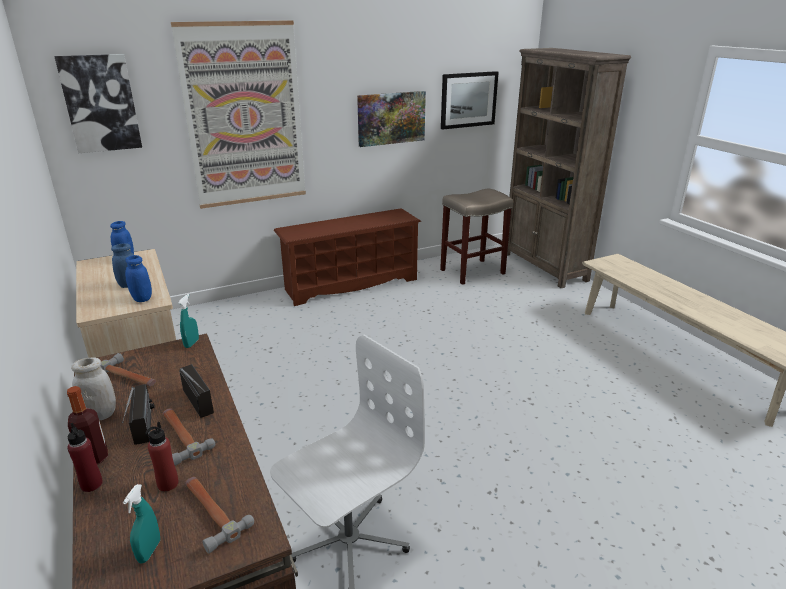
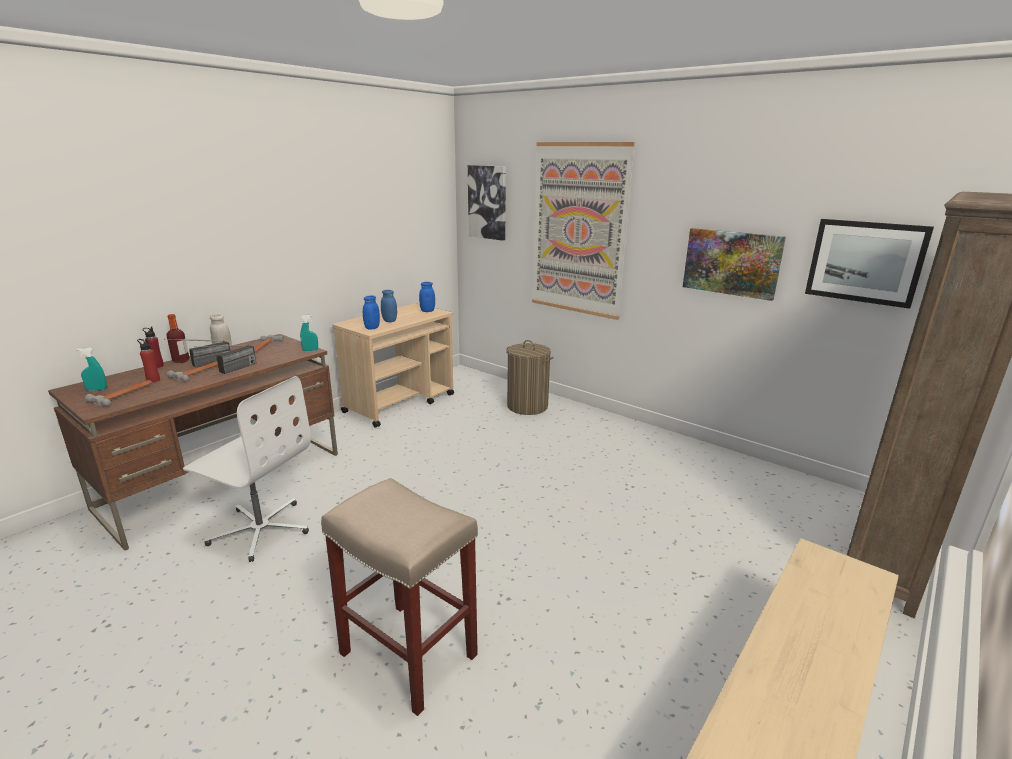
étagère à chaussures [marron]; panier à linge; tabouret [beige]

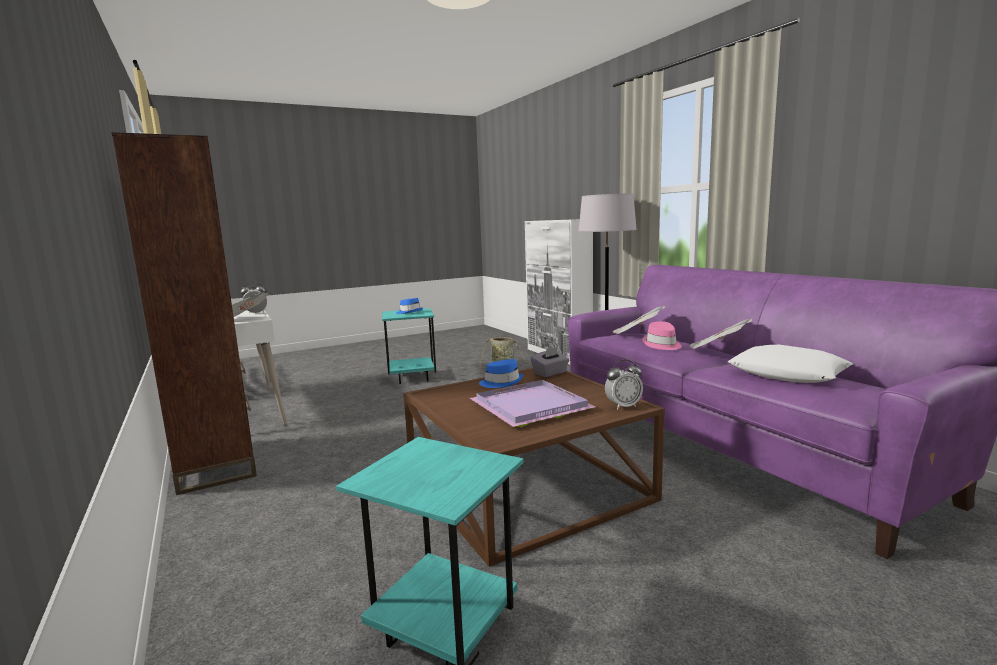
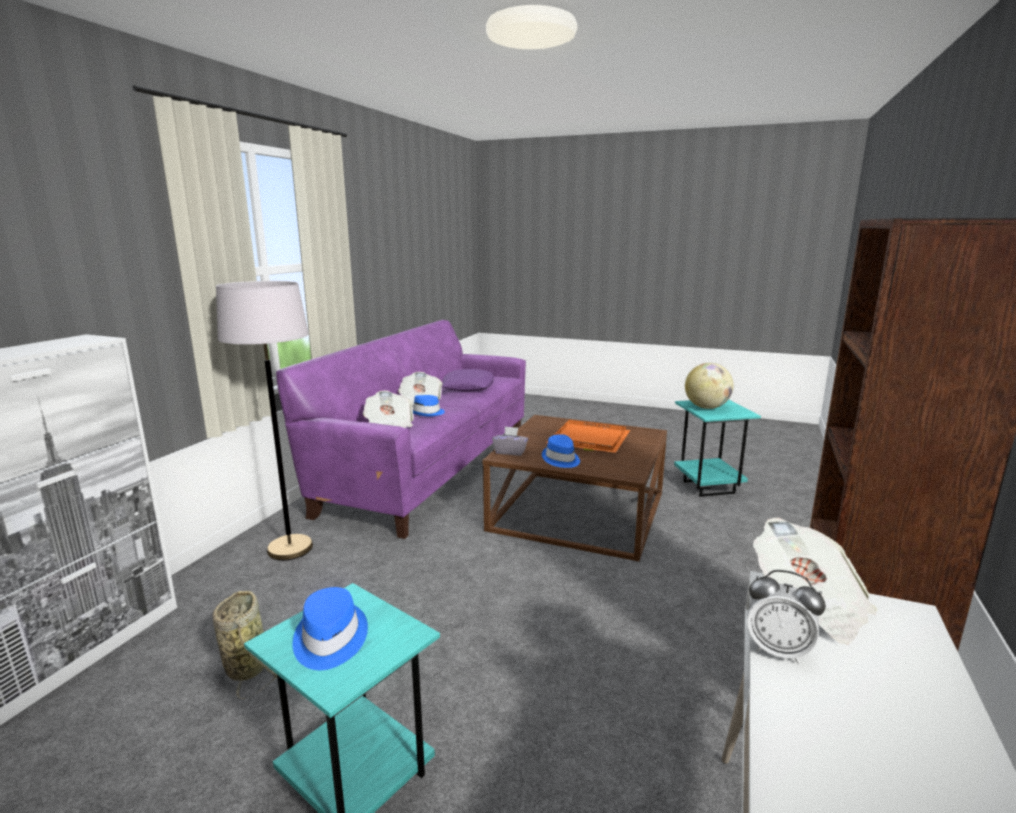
réveil (no. 2 from left in the first image); globe; plateau [orange]; chapeau [bleu] (no. 2 from left); coussin [violet]

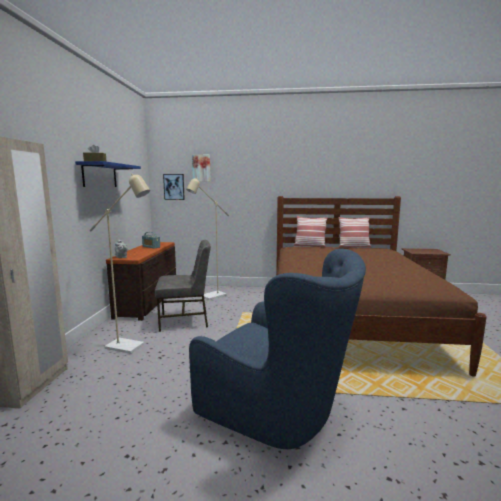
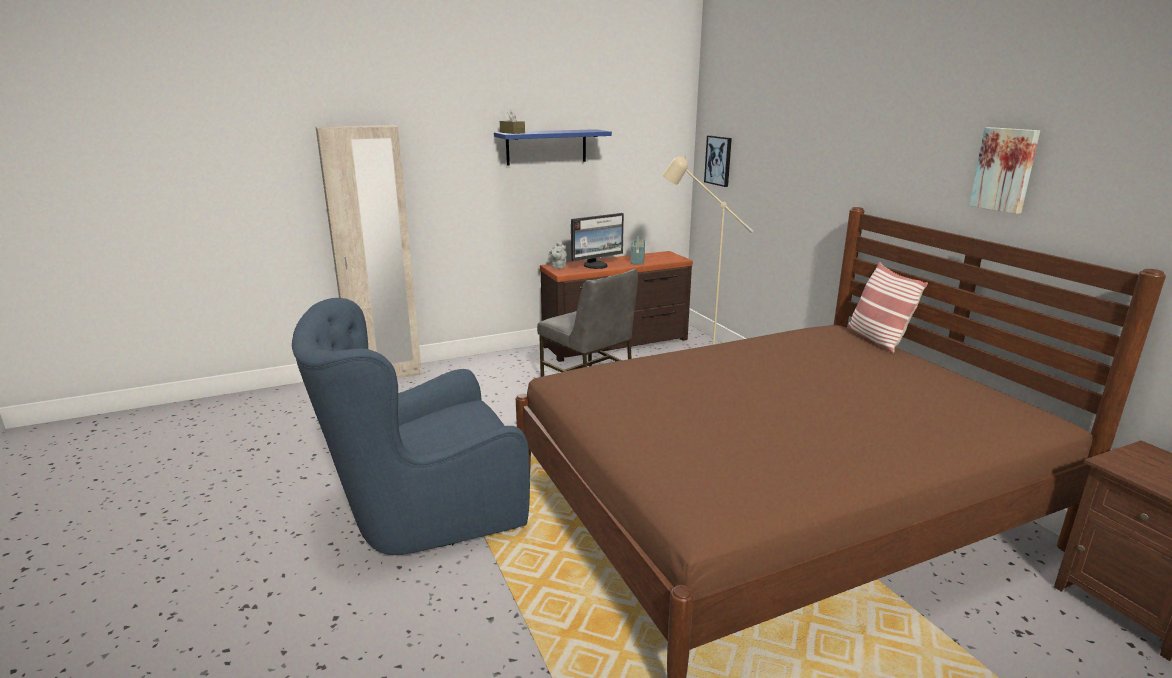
lampadaire [beige] (no. 1 from left in the first image); coussin (no. 2 from left in the first image); écran d'ordinateur; tableau (no. 2 from left); fauteuil [bleu]

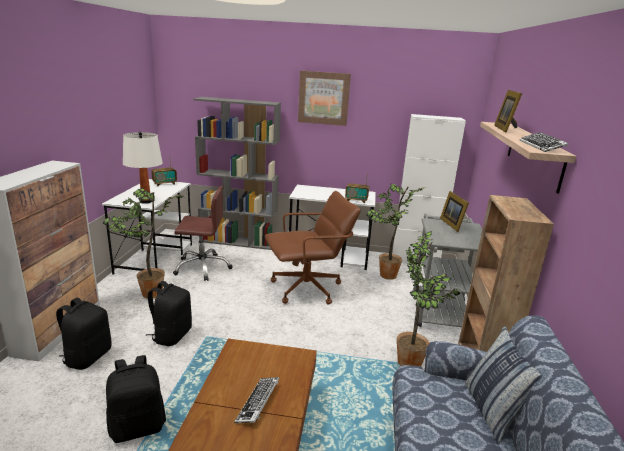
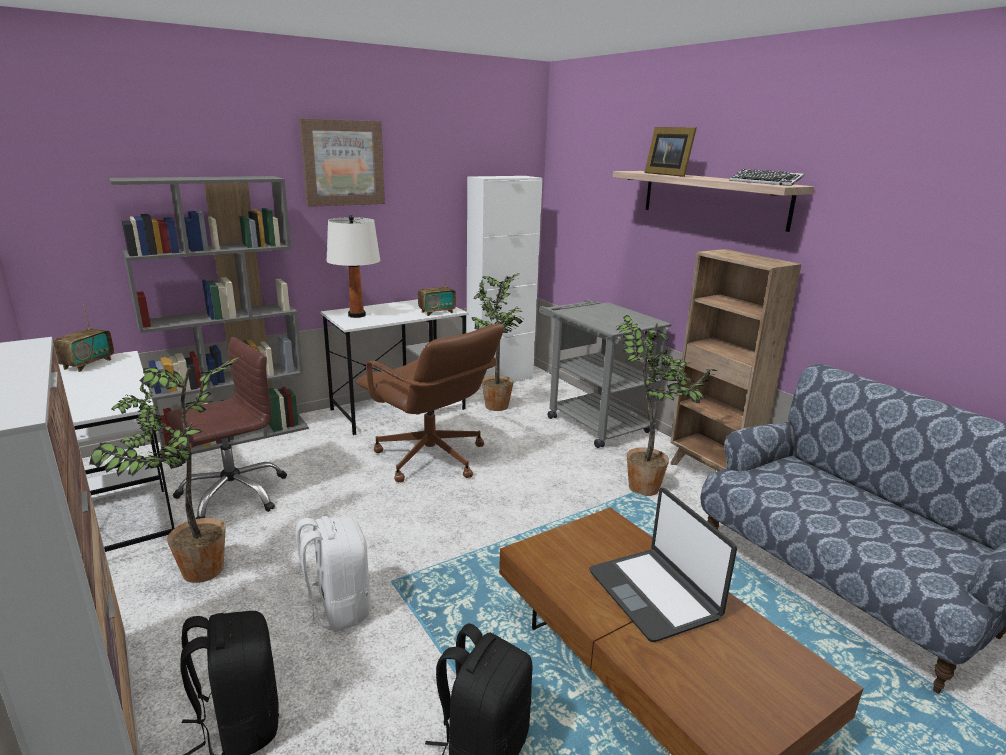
cadre photo (no. 1 from left in the first image); coussin; lampe de table [blanc]; ordinateur portable; sac à dos [blanc]; chaise de bureau [marron] (no. 2 from left)

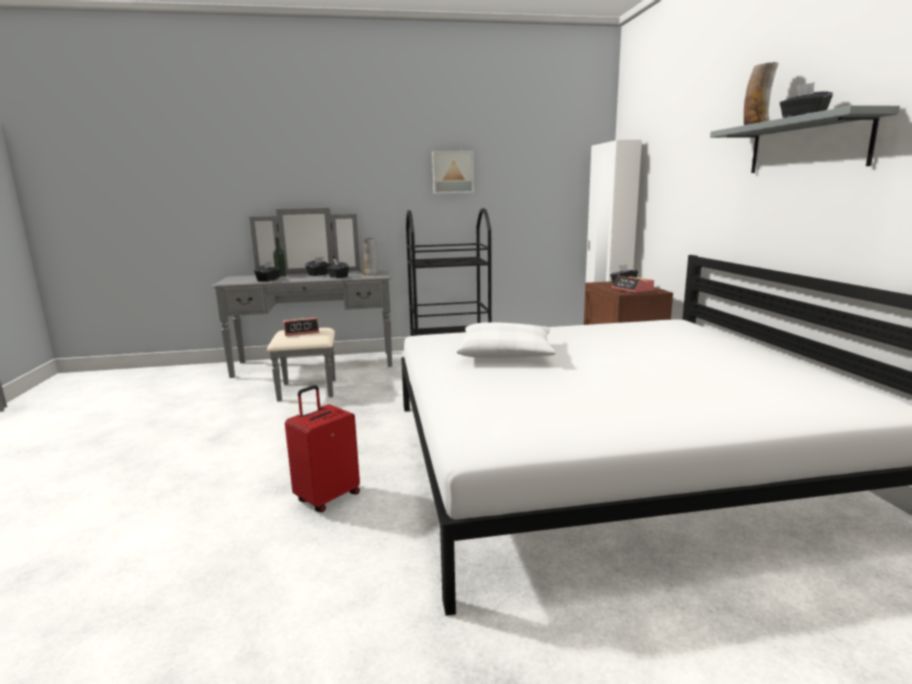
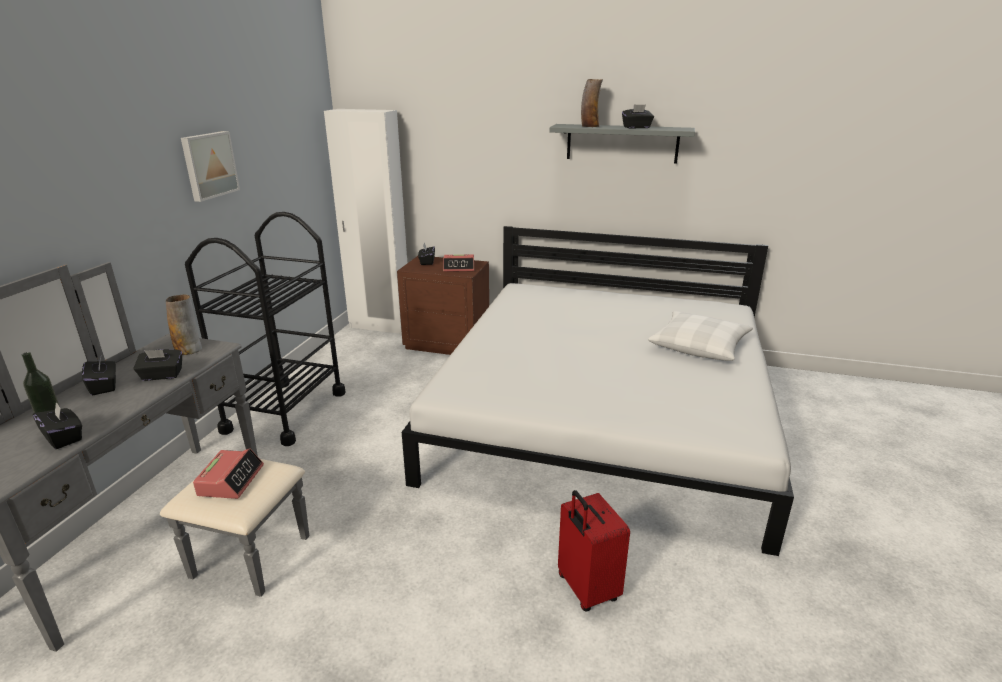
coussin [blanc]

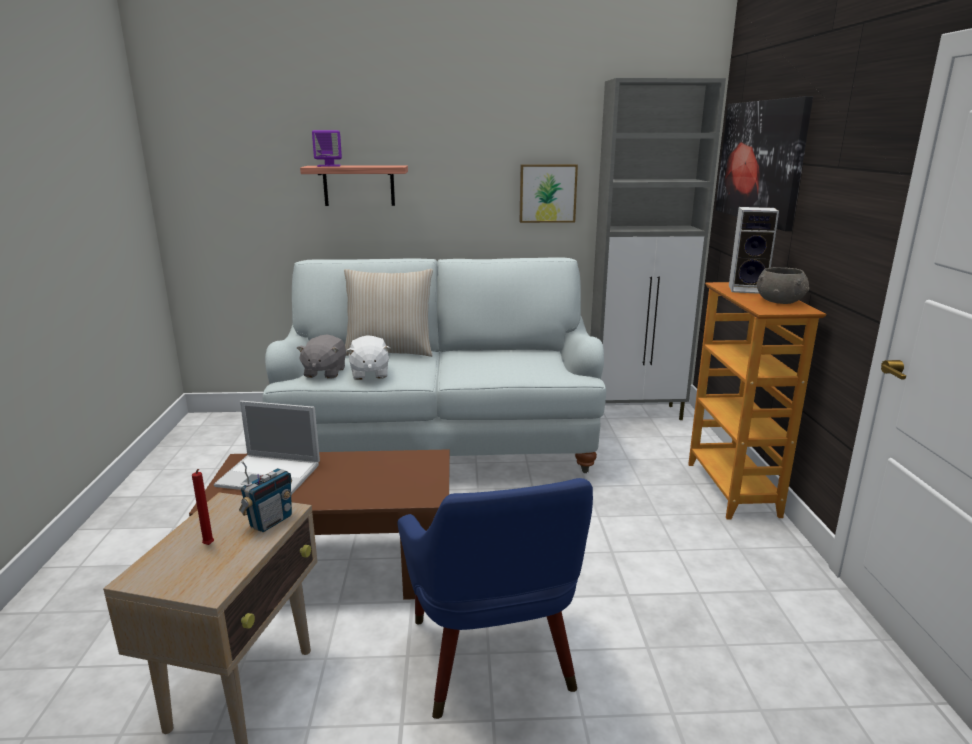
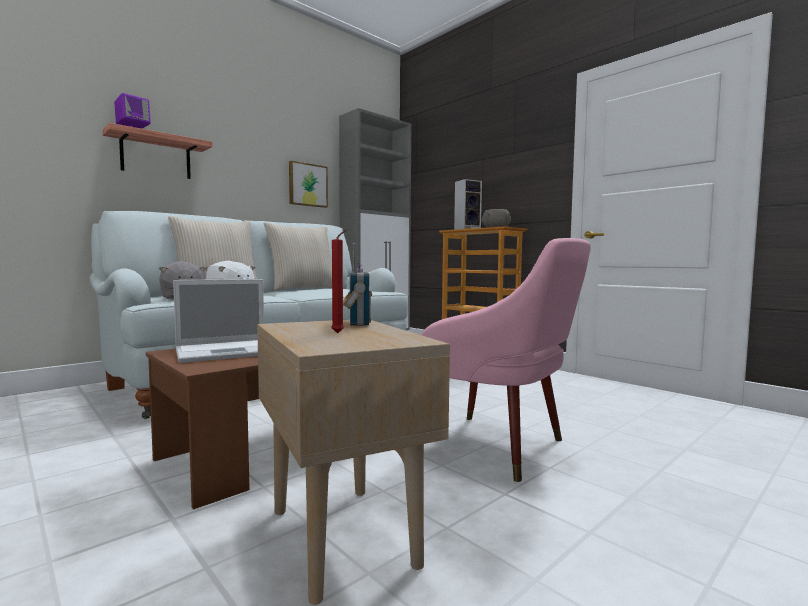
tableau (no. 2 from left in the first image); coussin [beige] (no. 2 from left); fauteuil [rose]

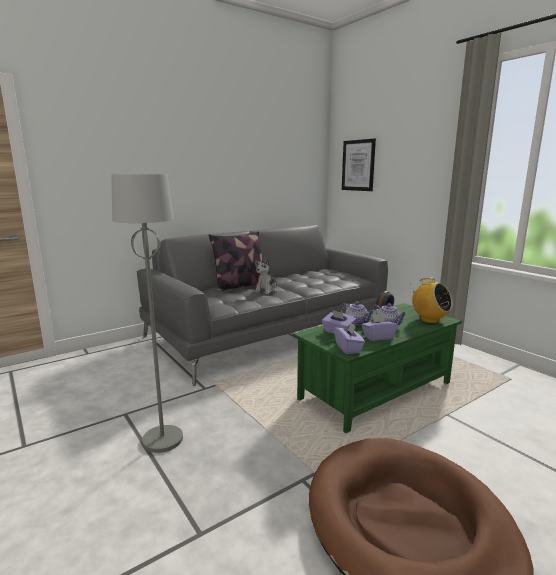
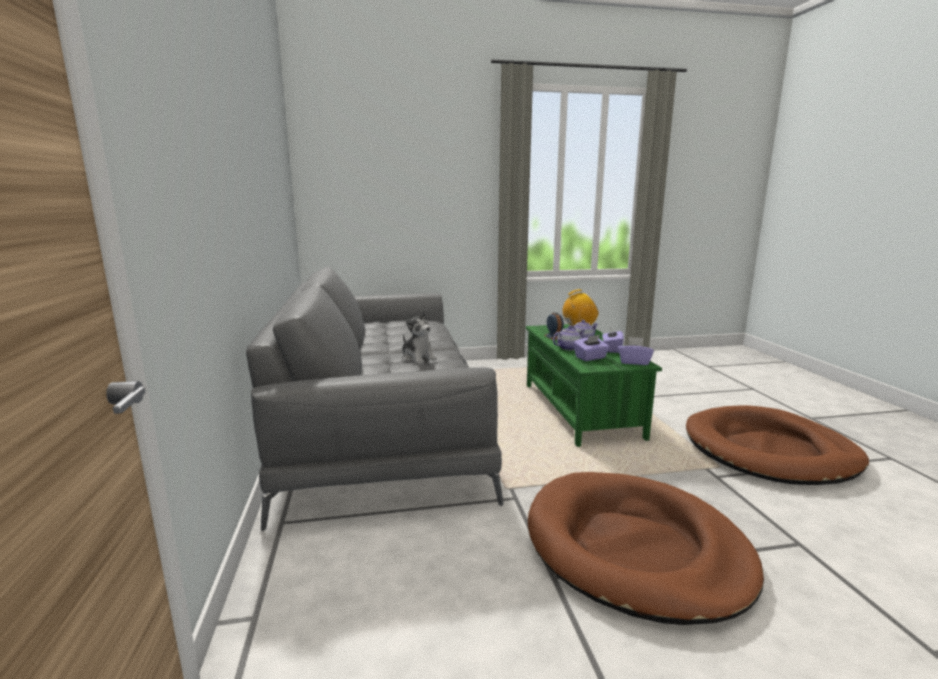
coussin; tableau; panier pour chien [marron] (no. 1 from left)

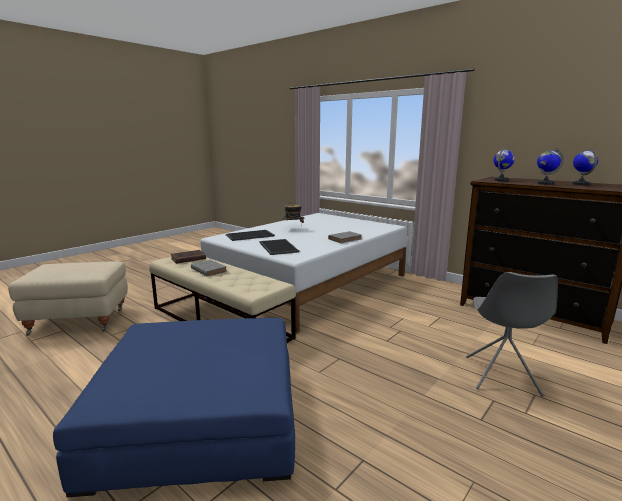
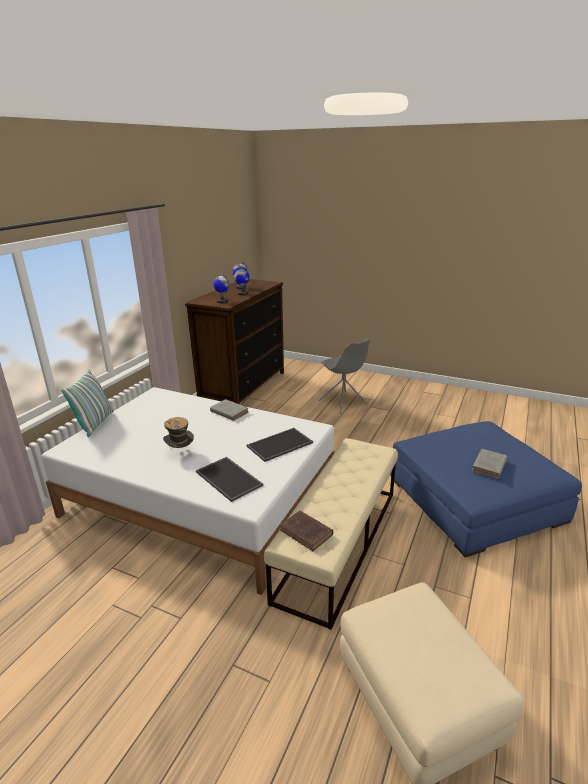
coussin; livre [gris] (no. 2 from left); chaise [gris]

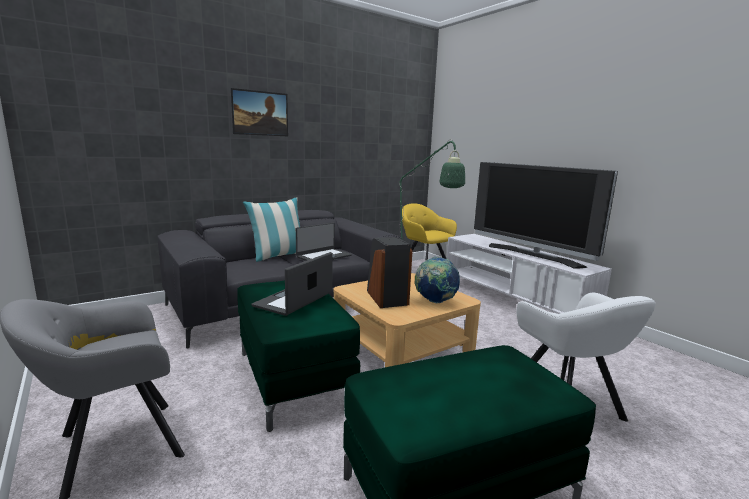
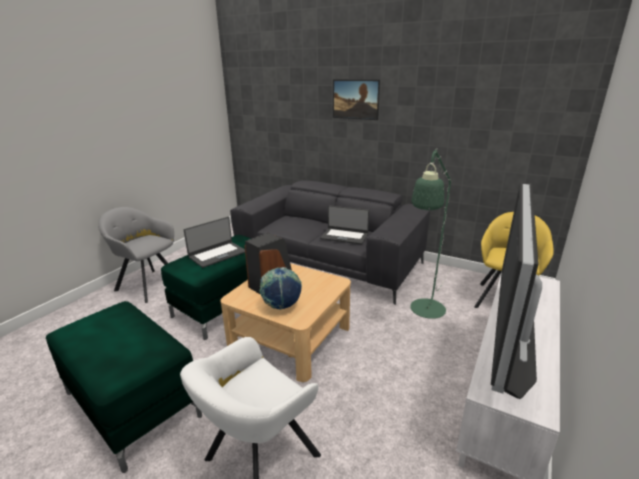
coussin; ordinateur portable (no. 1 from left)

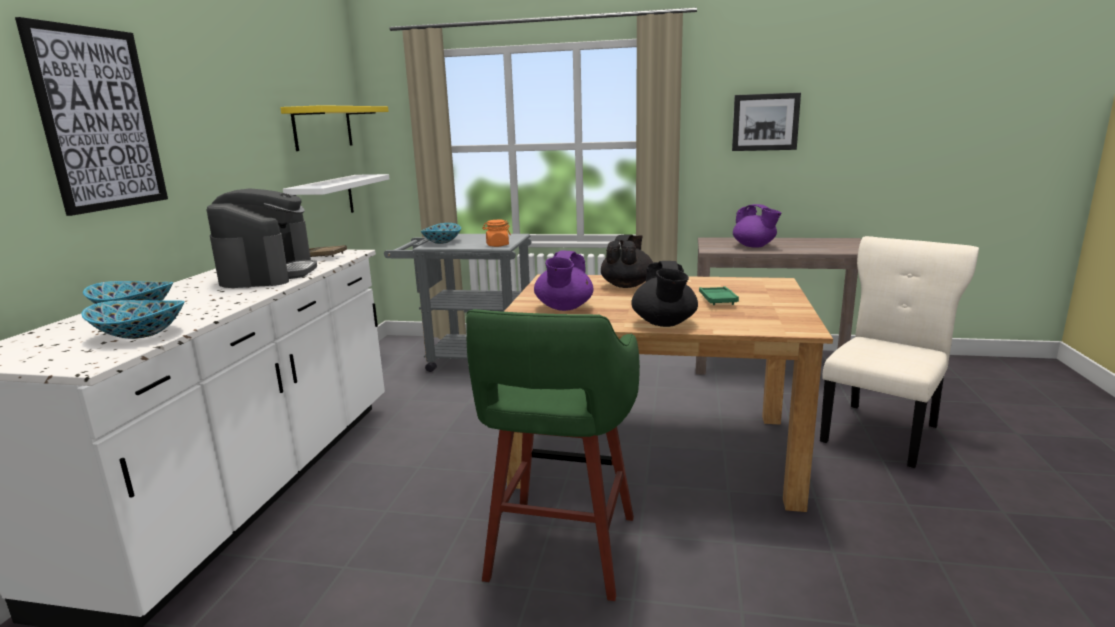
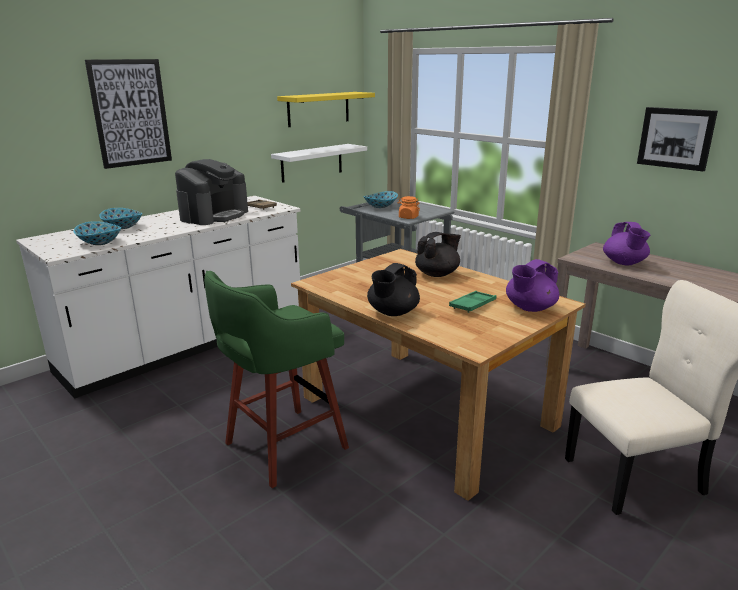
théière [violet] (no. 1 from left)

